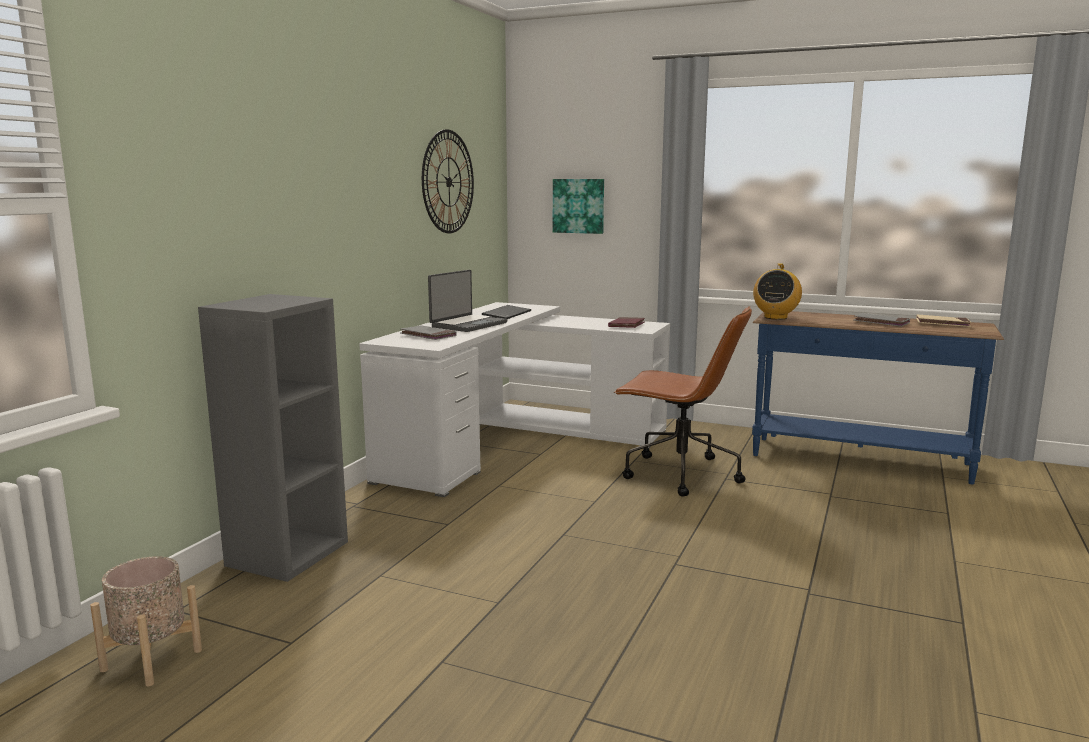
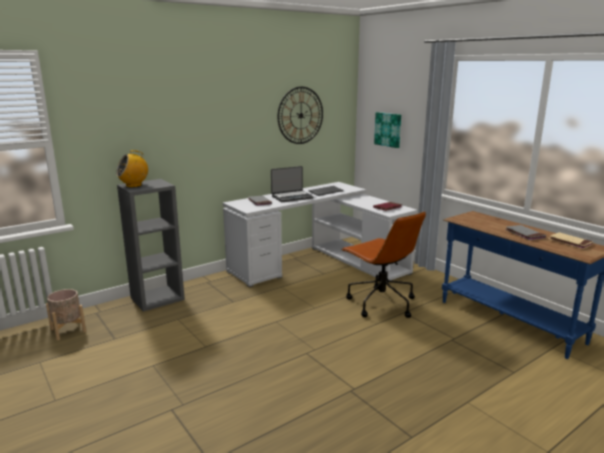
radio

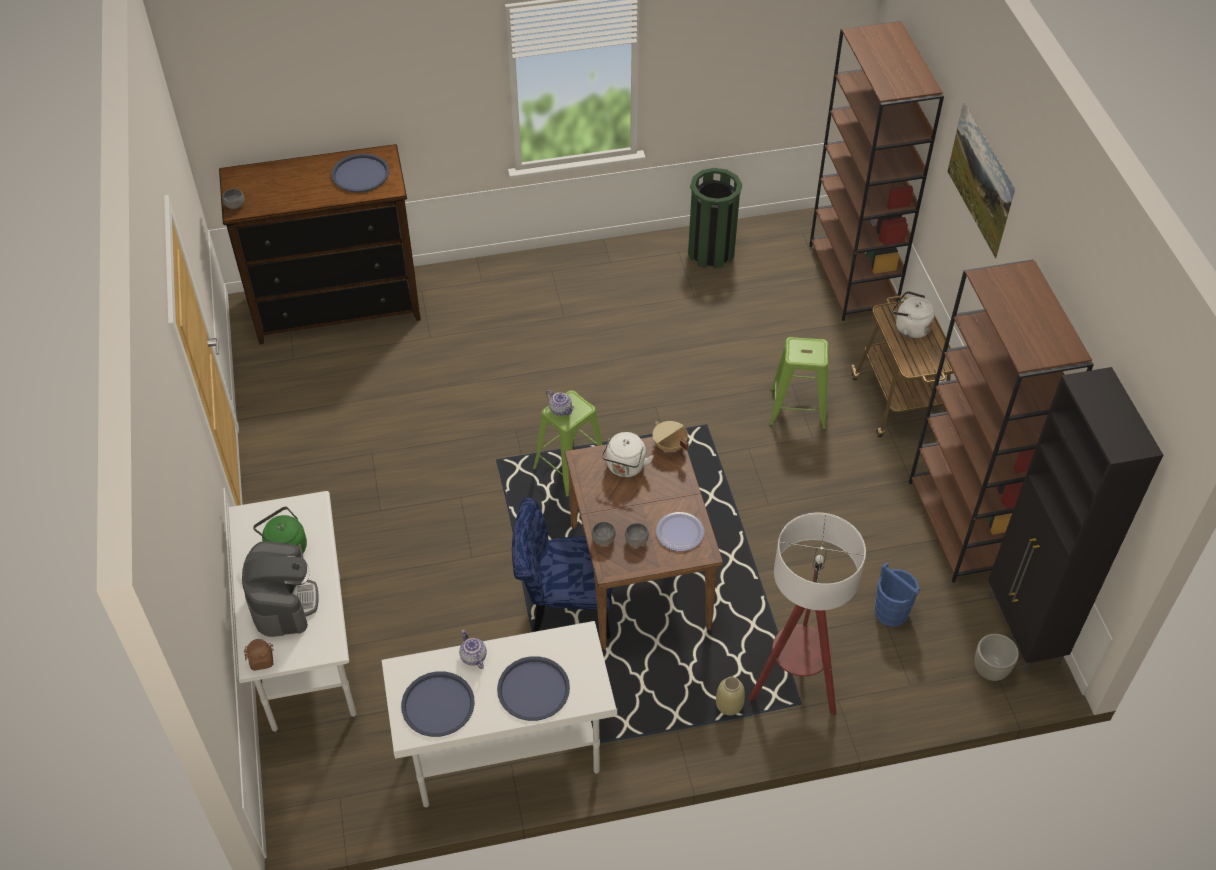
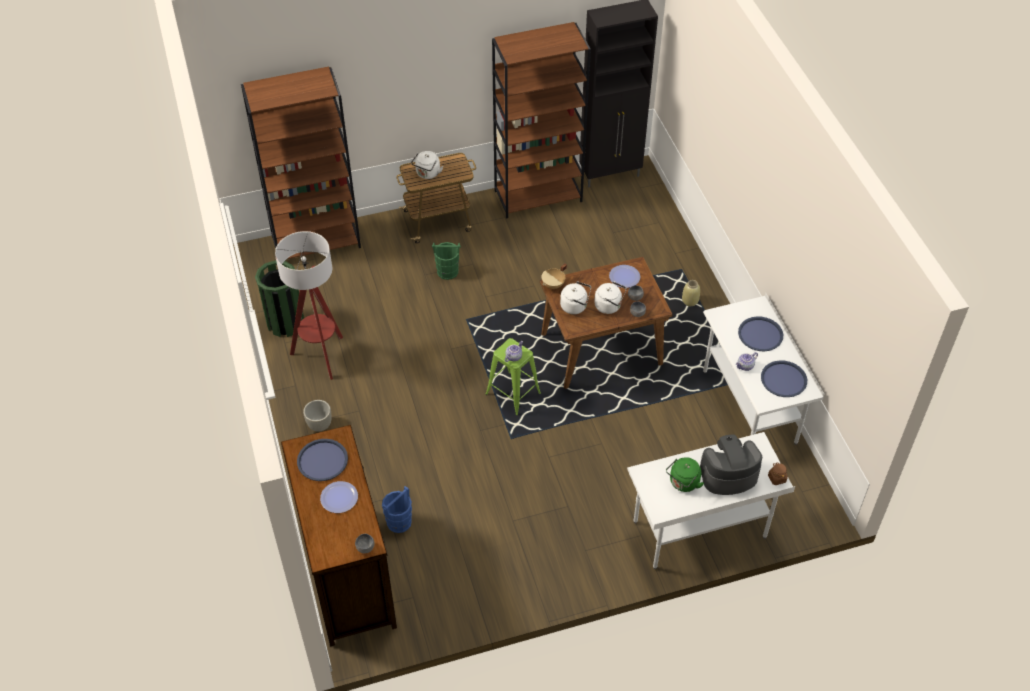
chaise [bleu]; tableau; assiette (no. 1 from left); bouilloire [blanc] (no. 3 from left); lampadaire; seau [bleu]; cache-pot [gris]; seau [vert]

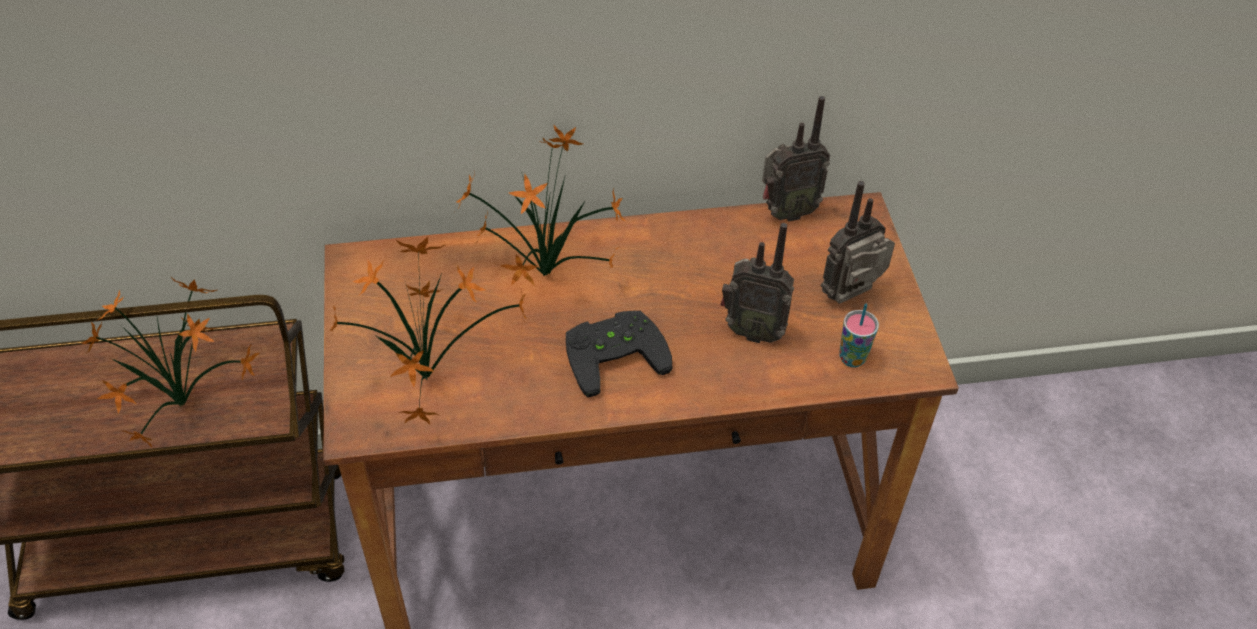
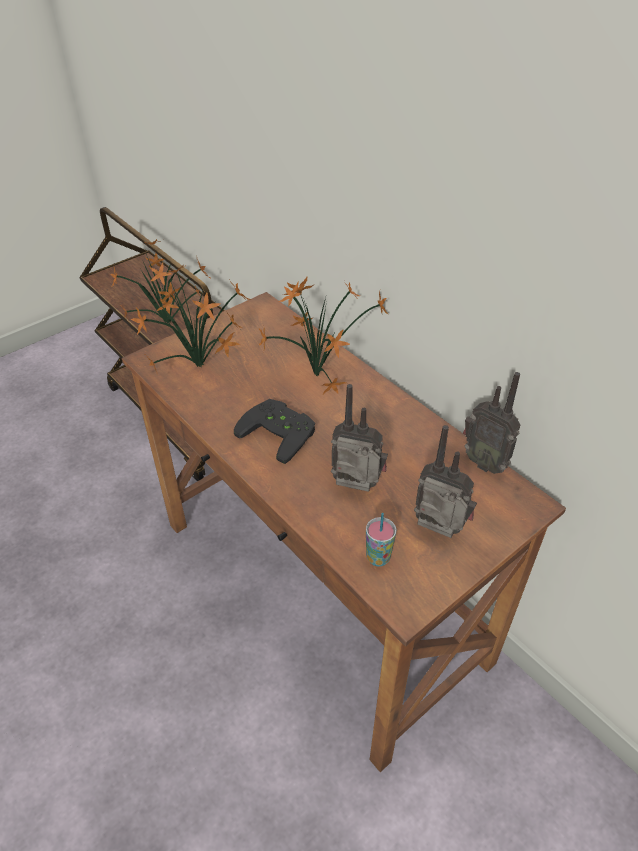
radio (no. 1 from left)

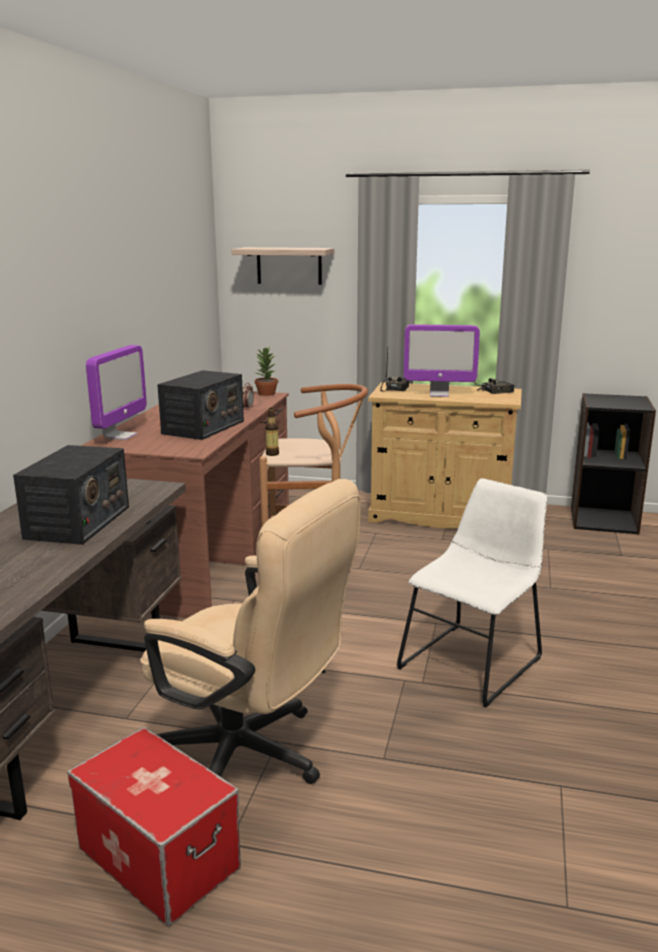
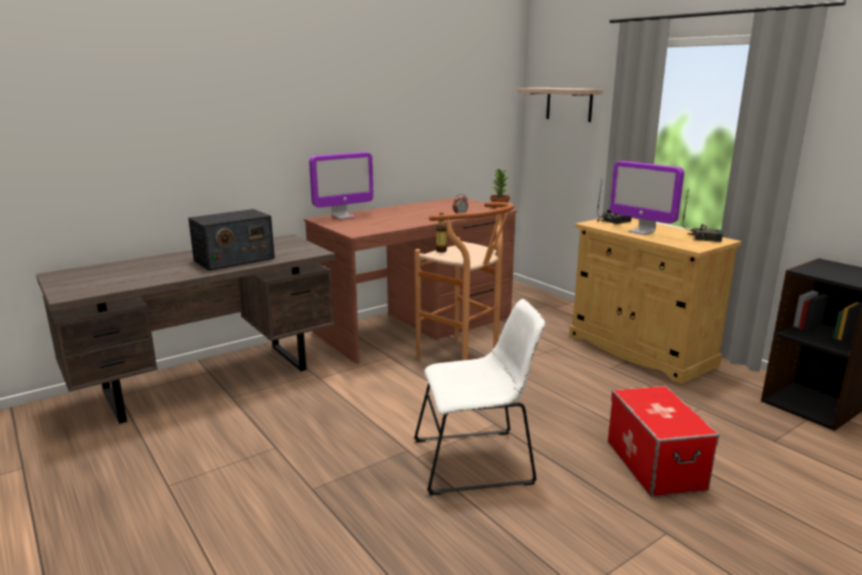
chaise de bureau [beige]; radio (no. 2 from left in the first image); boîte de rangement

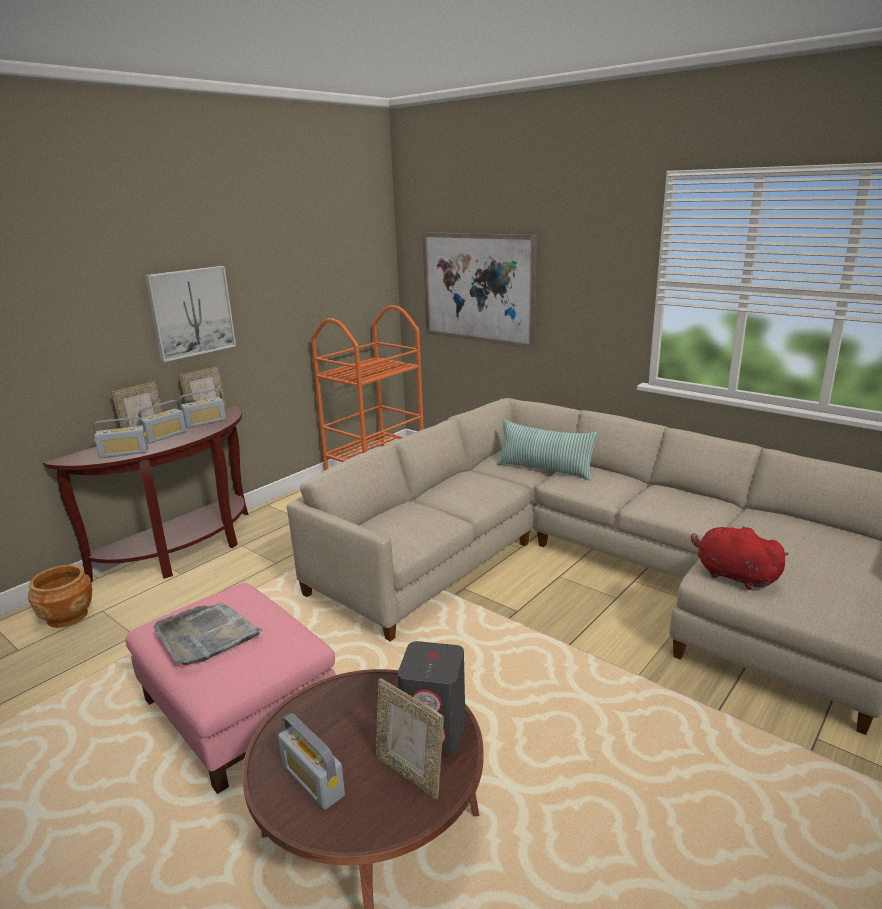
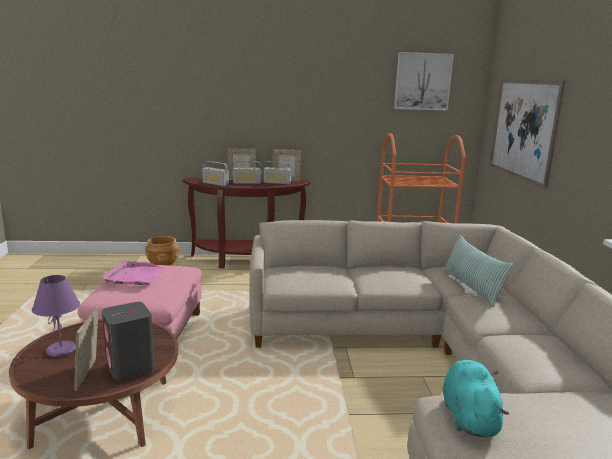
tableau (no. 1 from left); lampe de table [violet]; plateau [rose]; peluche [turquoise]

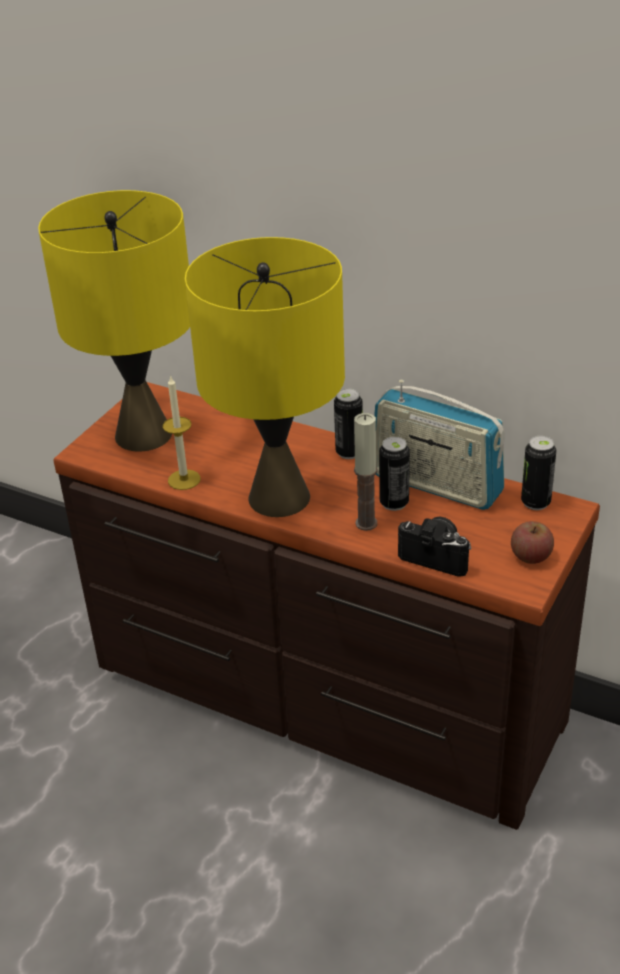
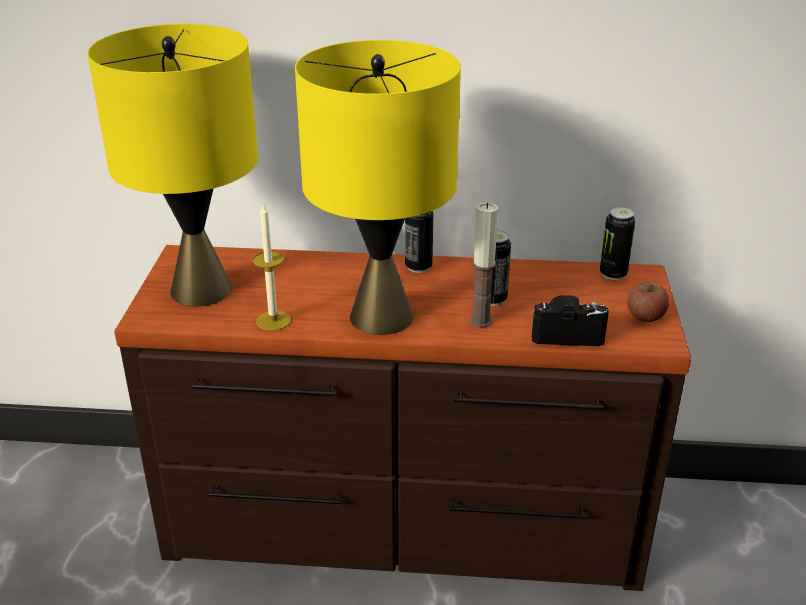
radio

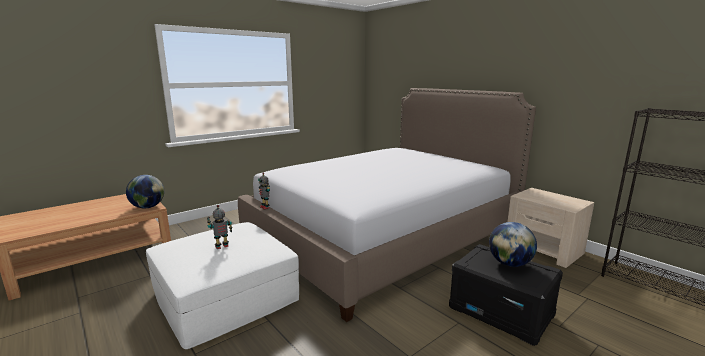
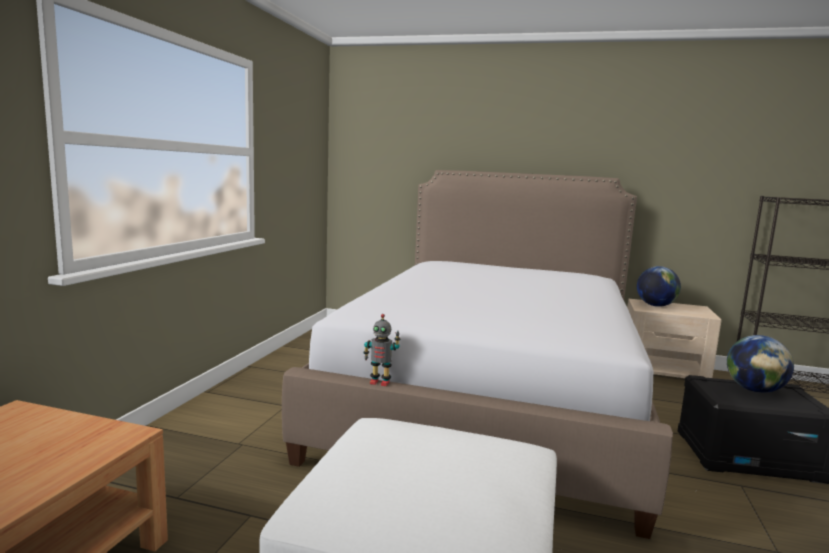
robot jouet (no. 1 from left in the first image); globe (no. 1 from left)

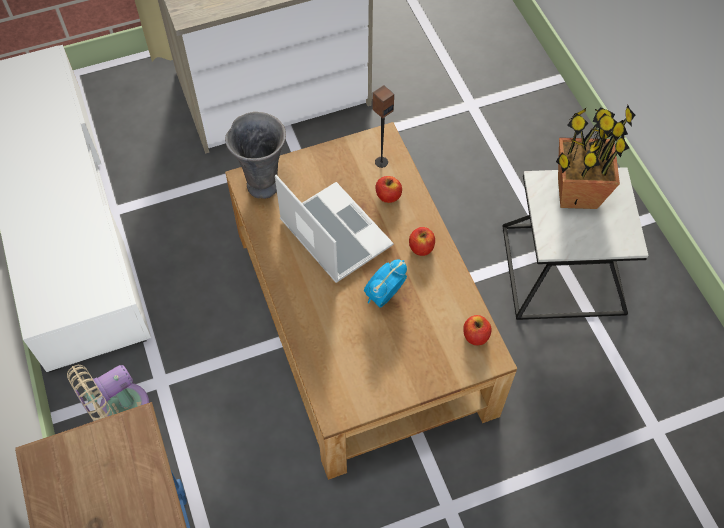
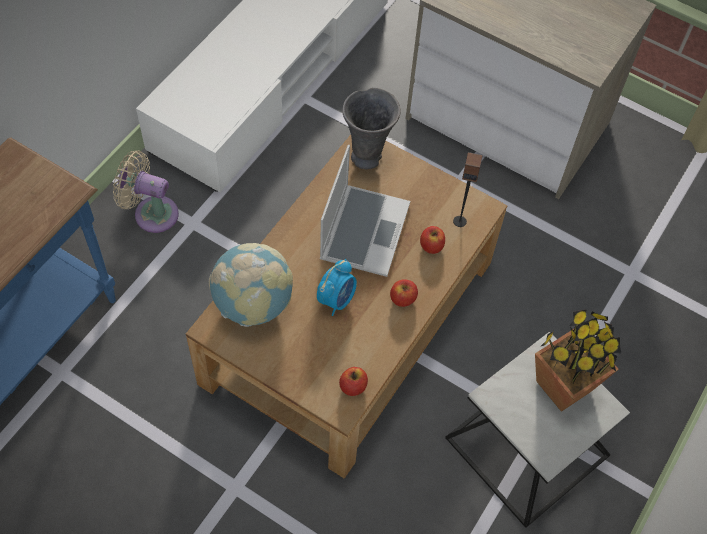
globe; réveil

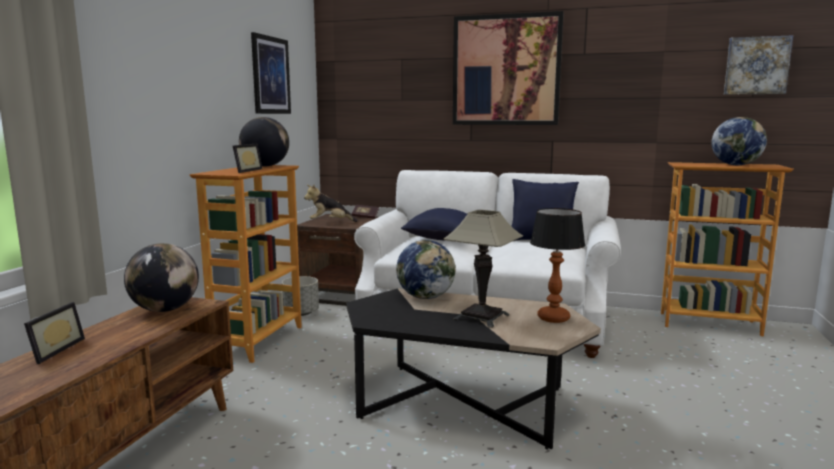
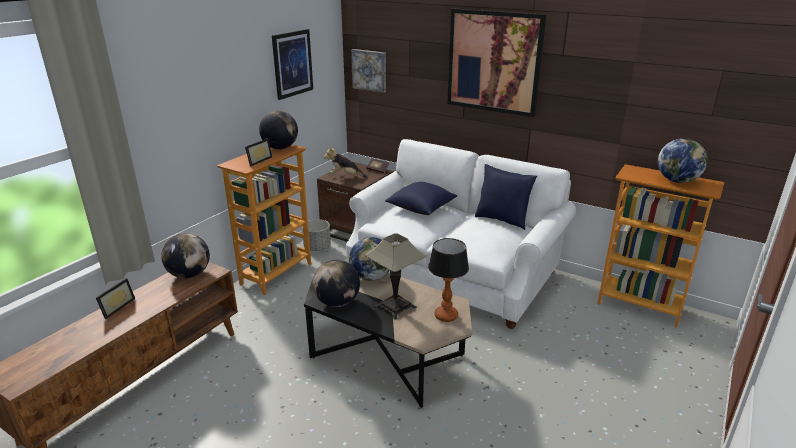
globe (no. 3 from left); tableau (no. 2 from left)

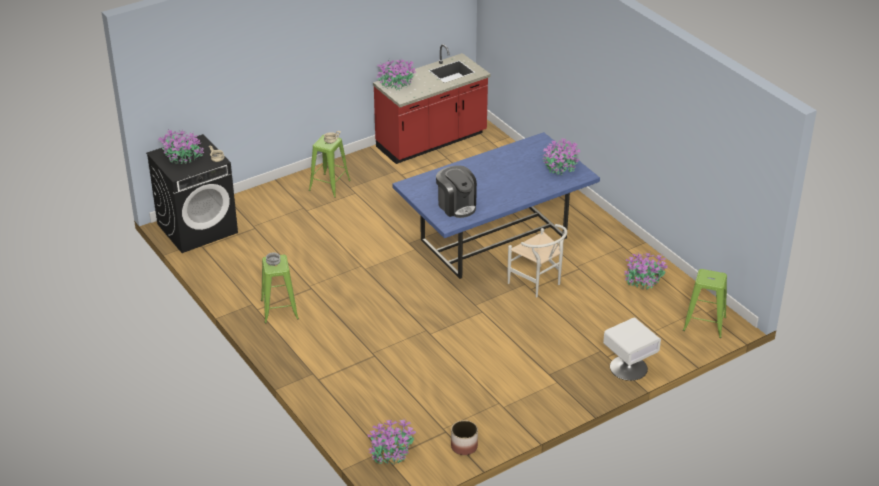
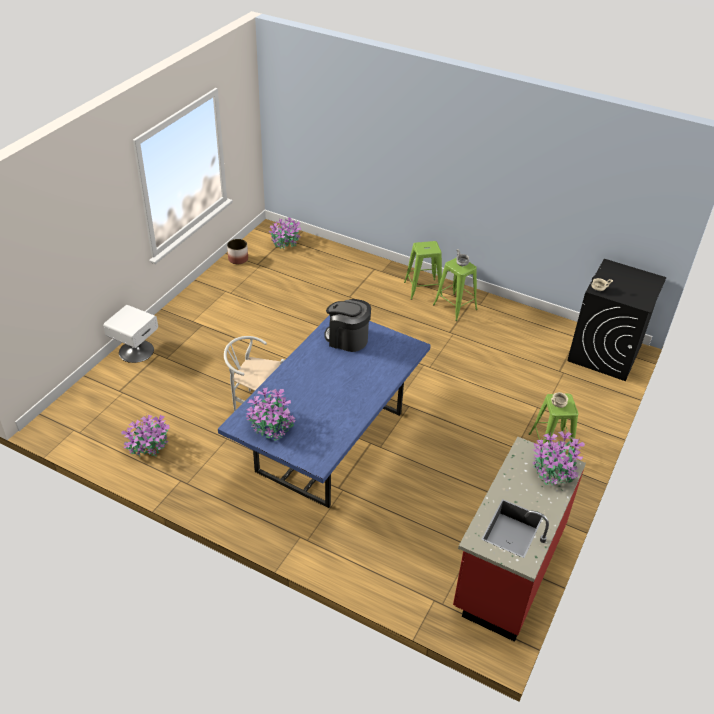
plante en pot (no. 1 from left in the first image); tabouret [vert] (no. 1 from left)

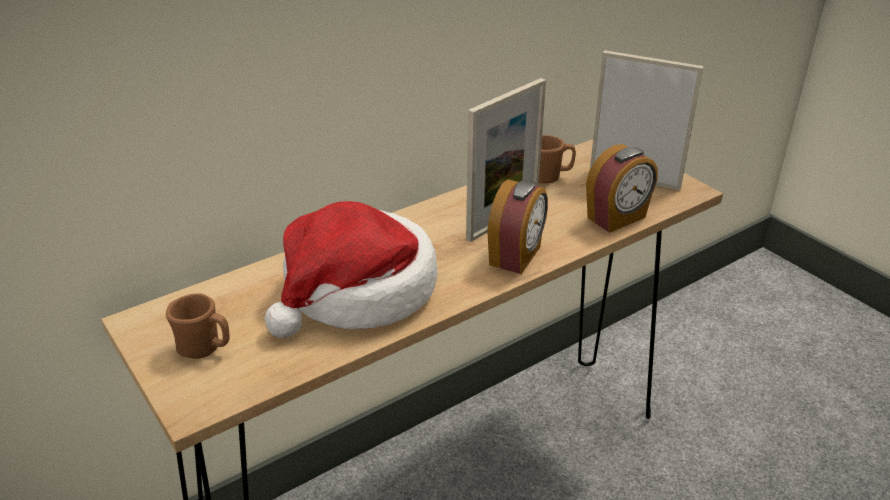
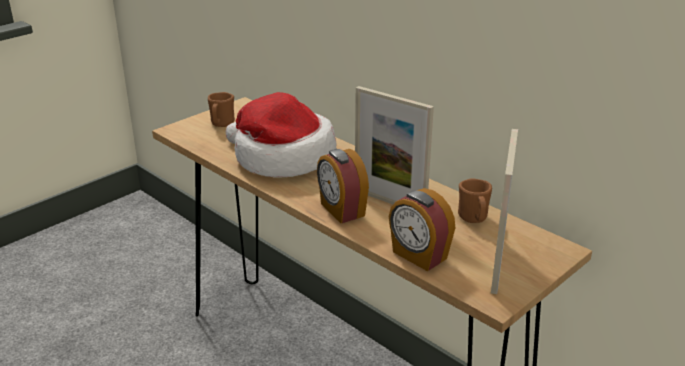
réveil (no. 1 from left)

